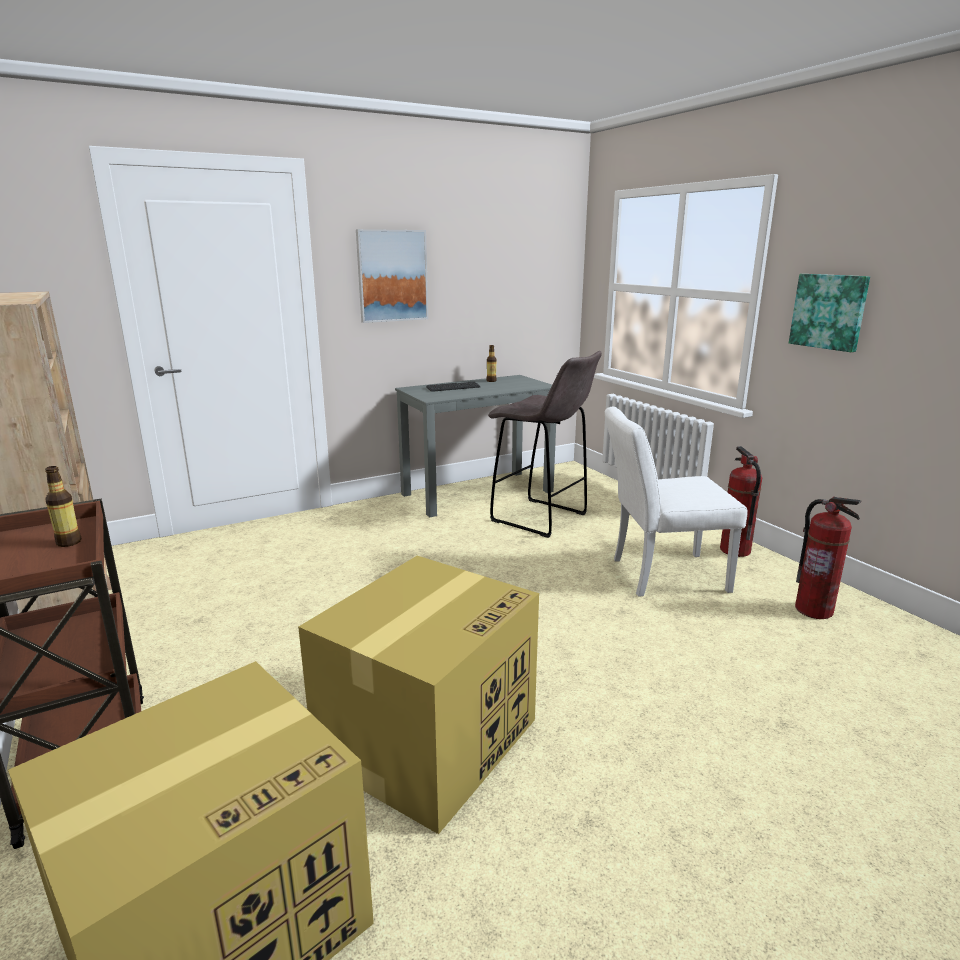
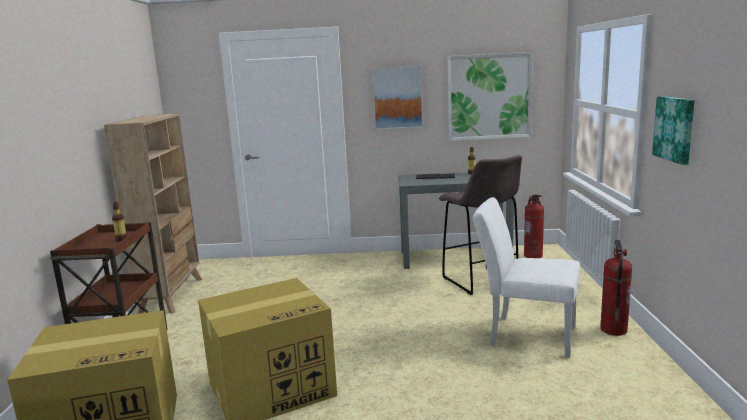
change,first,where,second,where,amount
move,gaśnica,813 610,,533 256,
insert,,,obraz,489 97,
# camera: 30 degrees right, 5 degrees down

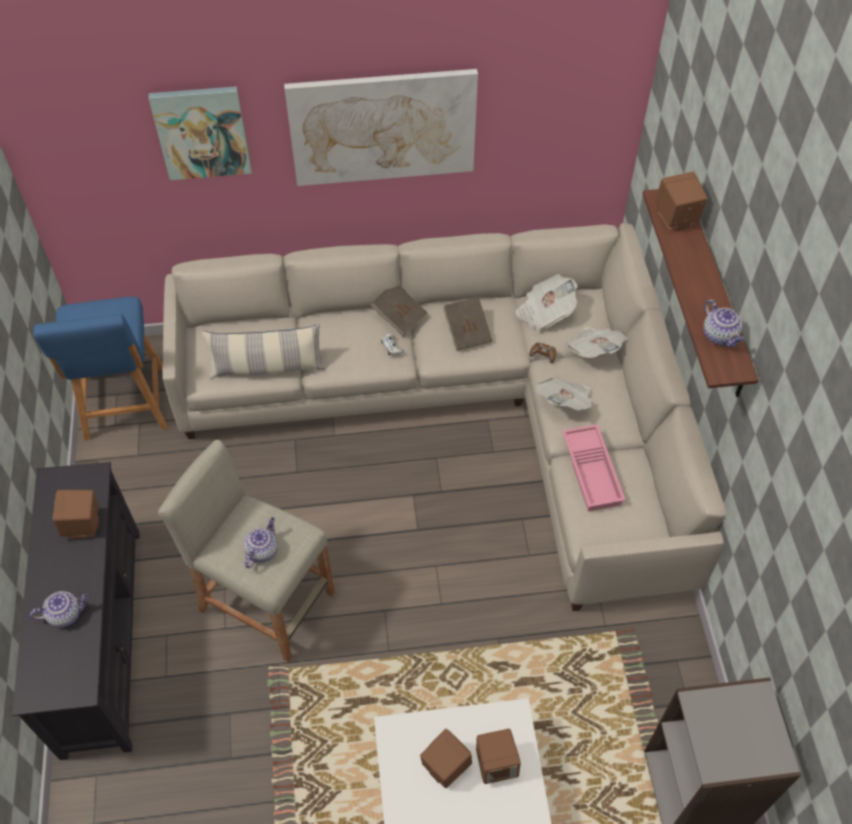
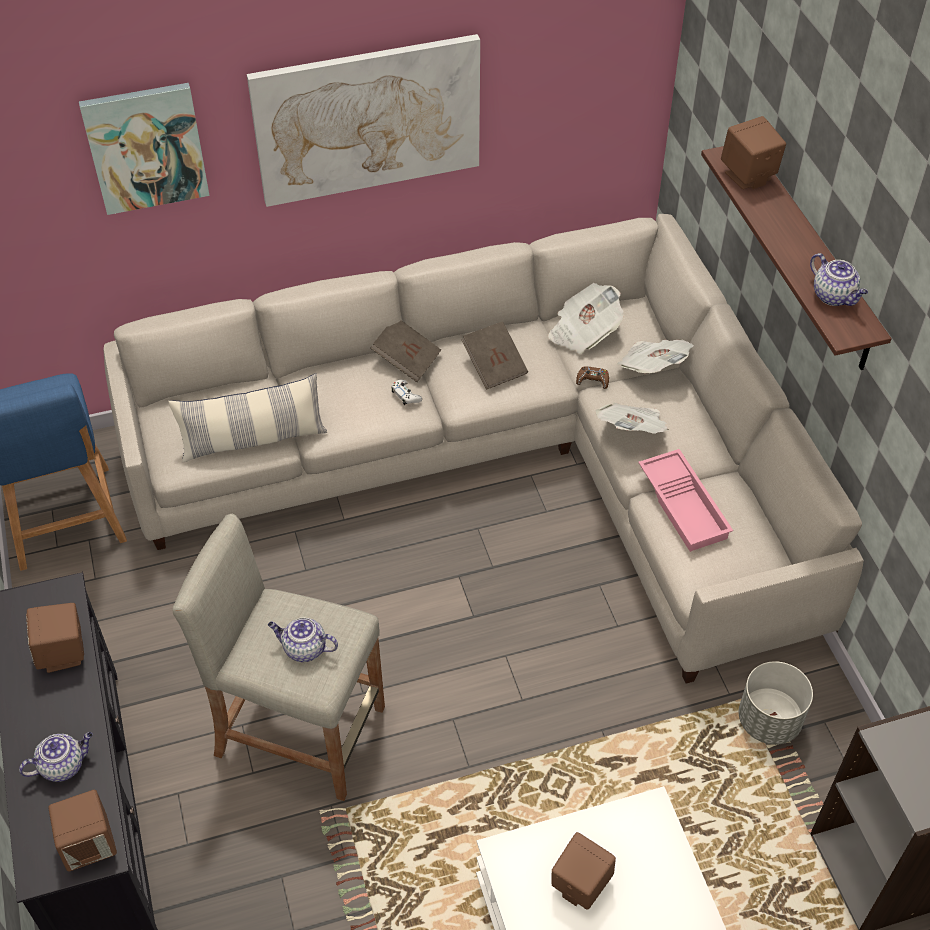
change,first,where,second,where,amount
rotate,imbryk,262 550,,304 649,90 degrees counterclockwise
move,głośnik [brązowy],496 764,,90 845,
insert,,,donica [szary],769 720,
# camera: 10 degrees left, 5 degrees down

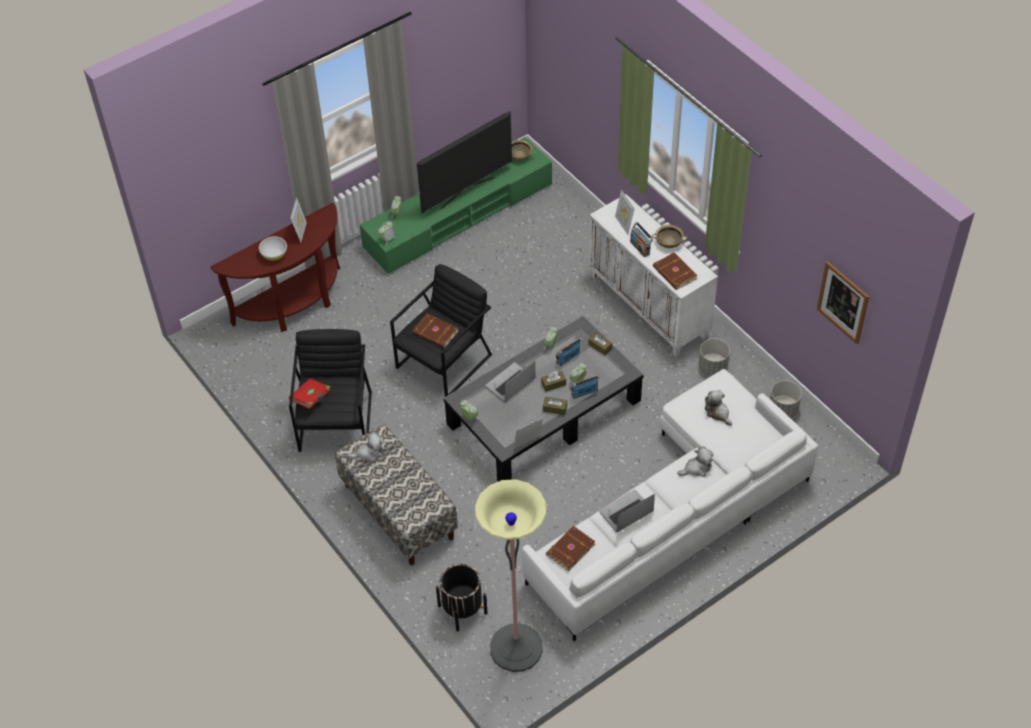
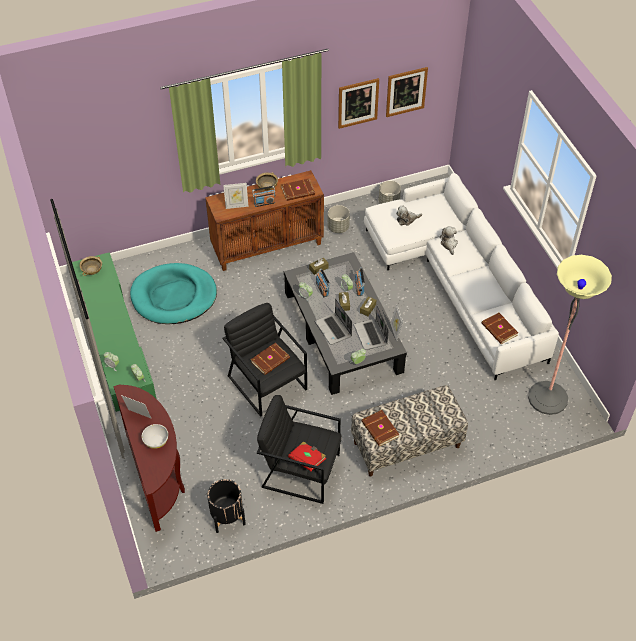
change,first,where,second,where,amount
delete,telewizor,467 192,,,
recolor,szafka [biały],649 307,szafka [brązowy],267 246,
replace,pluszak,369 453,książka [brązowy],379 429,
move,laptop,626 513,,371 335,
move,donica [czarny],462 609,,227 516,
insert,,,obraz,358 103,
insert,,,legowisko [turkusowy],174 296,
# camera: 75 degrees left, 0 degrees up

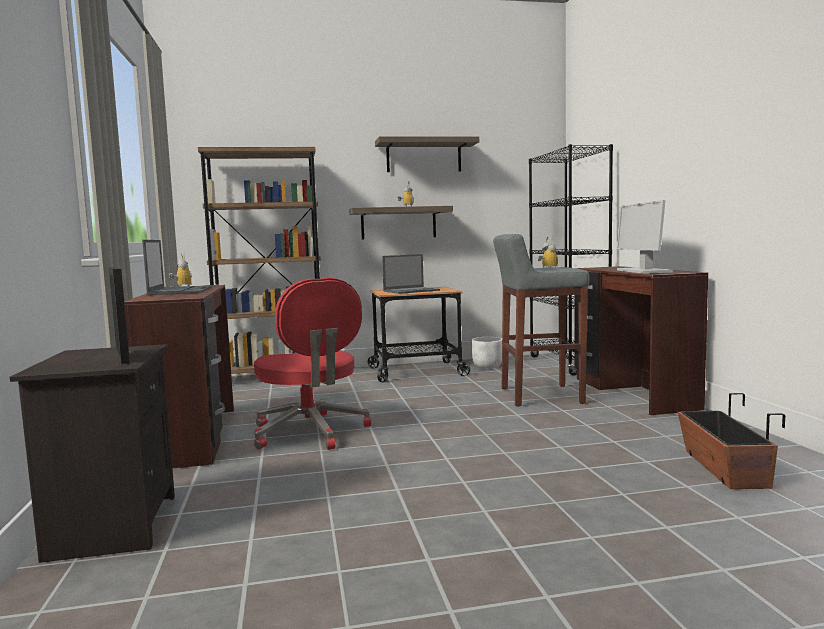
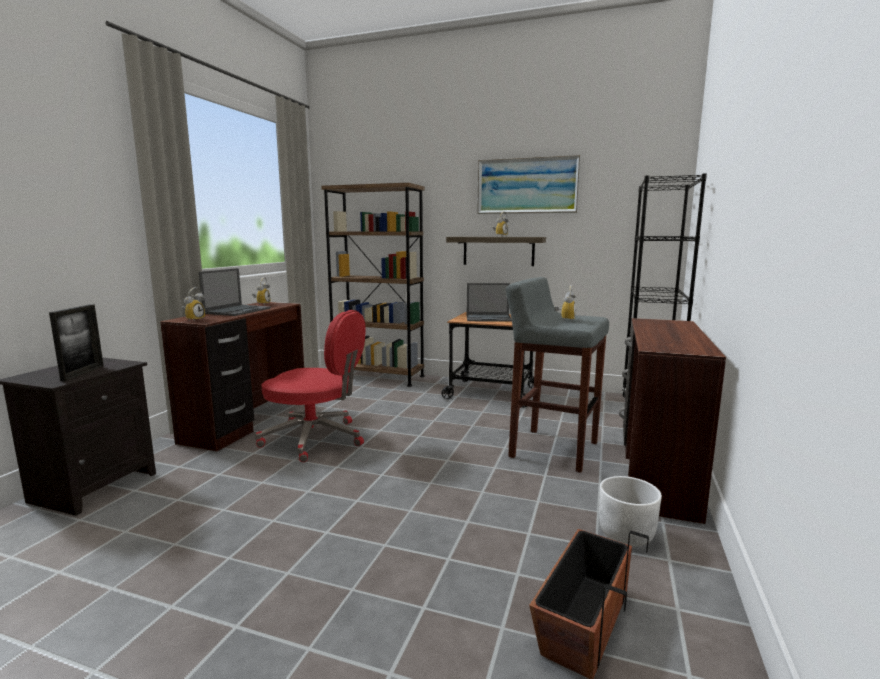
change,first,where,second,where,amount
replace,półka,424 156,obraz,527 186,
delete,monitor,642 271,,,
rotate,krzesło biurowe [czerwony],310 432,,316 439,75 degrees counterclockwise
move,donica [biały],487 366,,626 535,
insert,,,budzik,194 320,
# camera: 30 degrees right, 5 degrees up

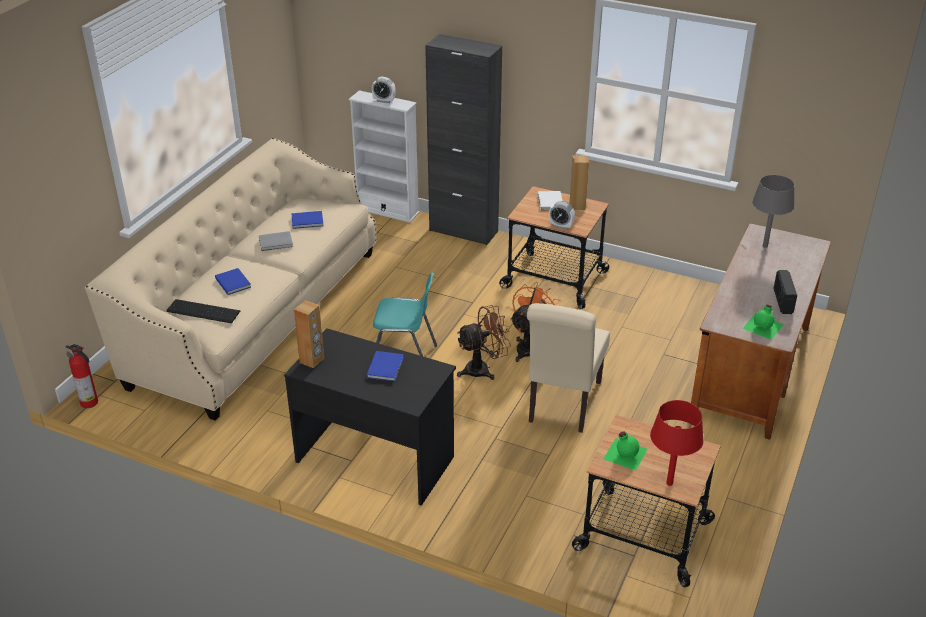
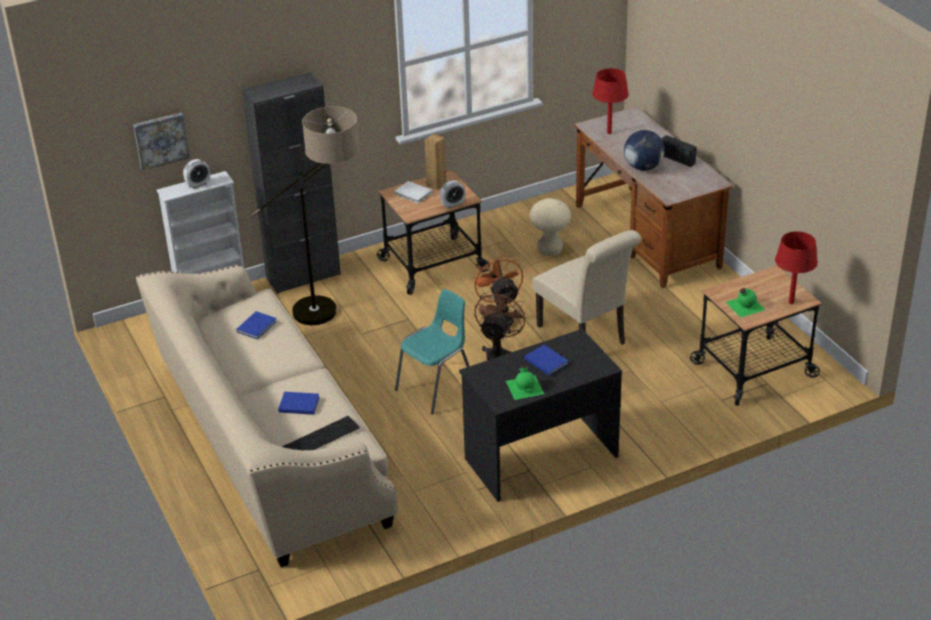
change,first,where,second,where,amount
recolor,lampa stołowa [szary],765 246,lampa stołowa [czerwony],609 133,
delete,książka [szary],277 242,,,
delete,głośnik [brązowy],312 360,,,
move,butelka [zielony],763 326,,525 387,
delete,gaśnica,90 403,,,
insert,,,lampa stojąca,332 312,
insert,,,obraz,160 140,
insert,,,globus,643 167,
insert,,,stołek [beżowy],550 250,
# camera: 50 degrees left, 0 degrees up

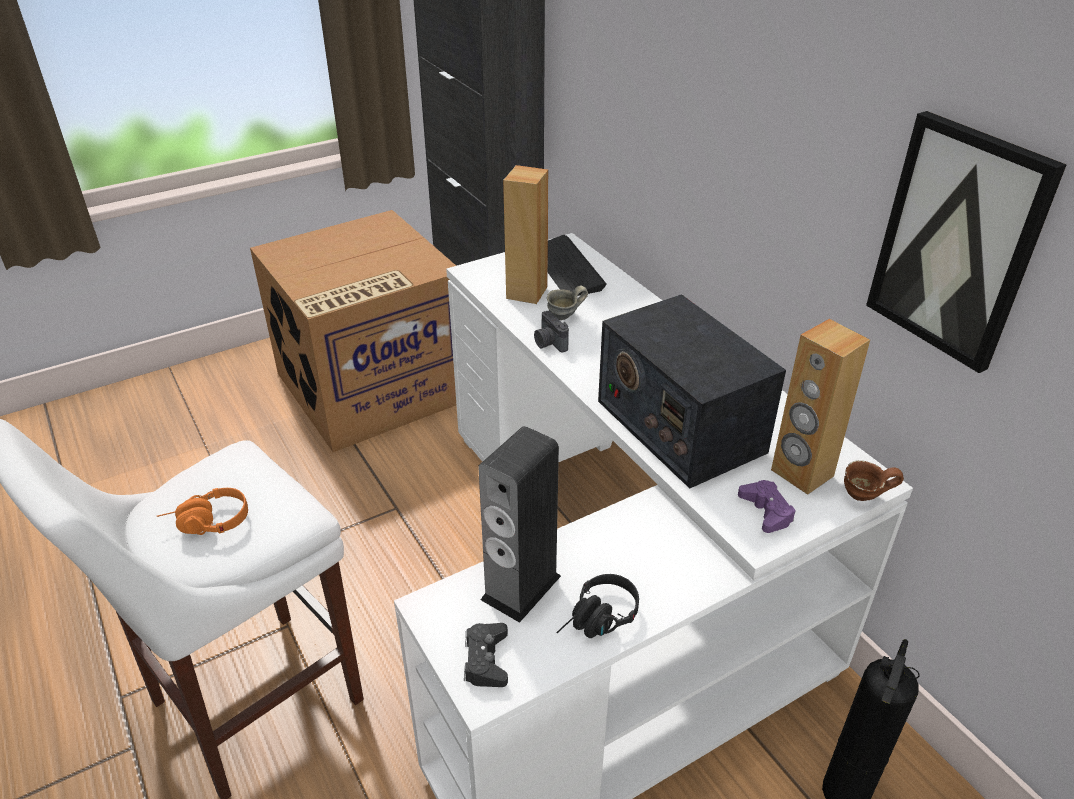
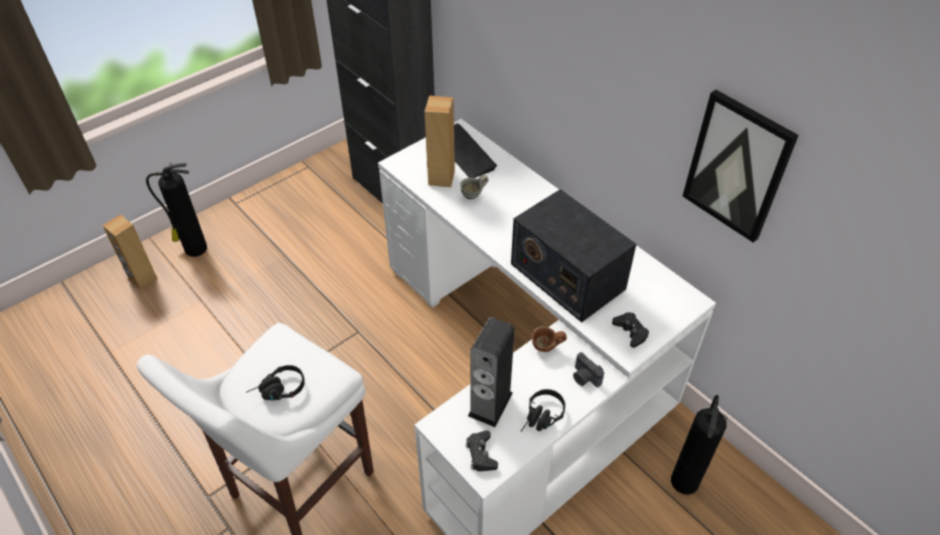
change,first,where,second,where,amount
delete,karton,371 388,,,
move,aparat fotograficzny,549 343,,584 378,
move,głośnik [brązowy],801 473,,142 279,
move,kubek [brązowy],864 498,,546 349,
recolor,pad do gier [fioletowy],766 511,pad do gier [czarny],630 332,
recolor,słuchawki [pomarańczowy],206 524,słuchawki [czarny],278 391,
insert,,,gaśnica,194 249,
# camera: 10 degrees left, 10 degrees up

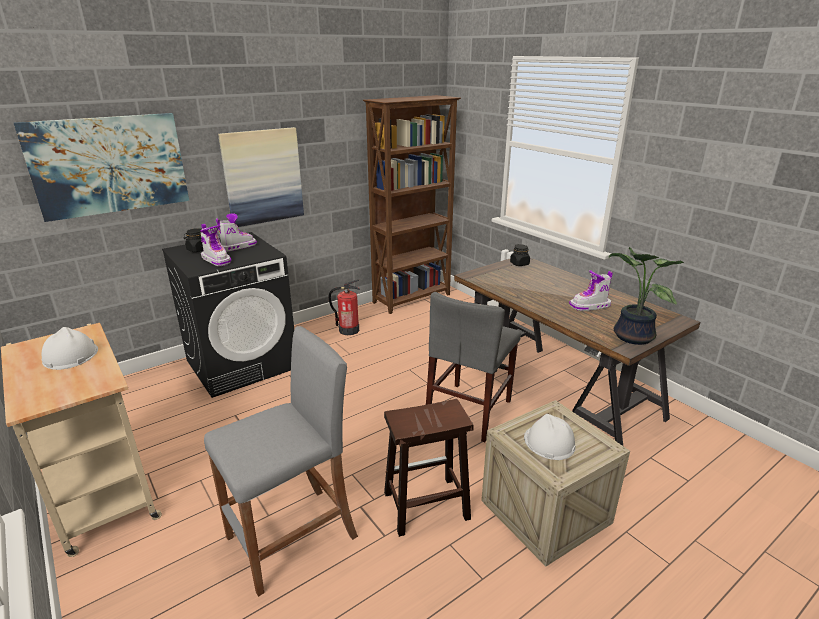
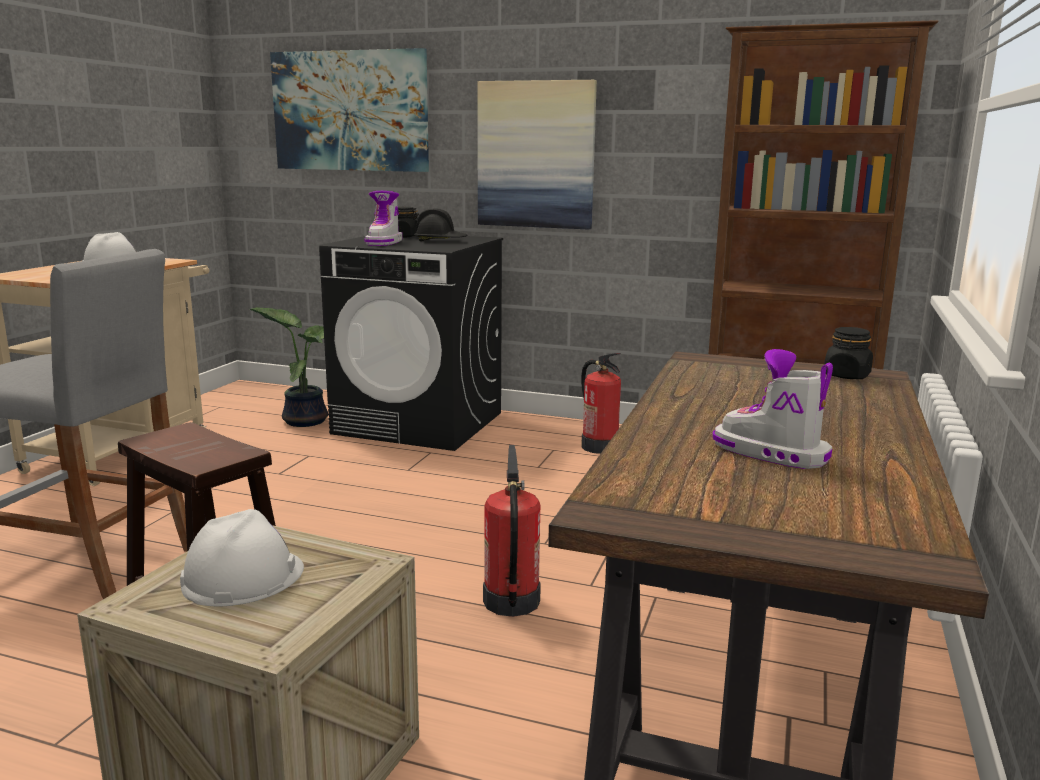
change,first,where,second,where,amount
replace,but z cholewką,237 247,kask [czarny],440 241,
move,roślina doniczkowa,630 336,,304 420,
replace,krzesło [szary],469 411,gaśnica,511 602,
# camera: 55 degrees right, 10 degrees down

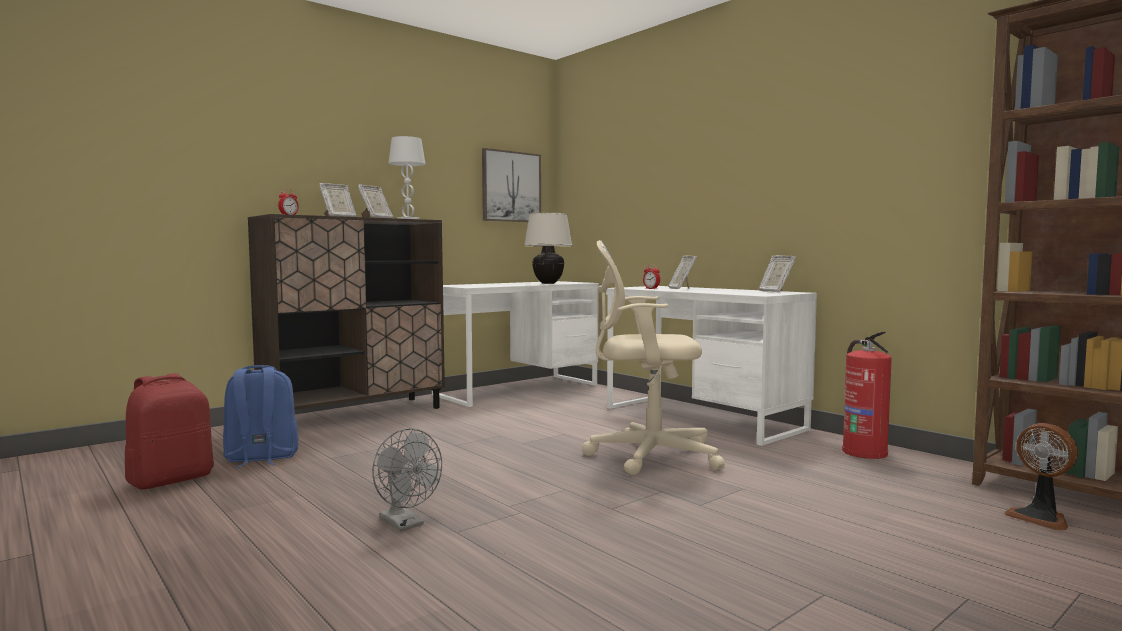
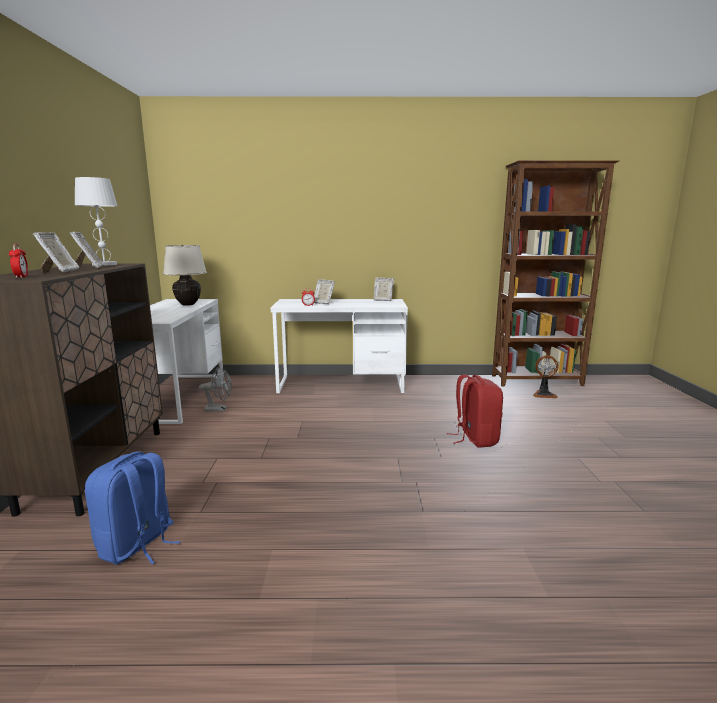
change,first,where,second,where,amount
delete,obraz,511 186,,,
delete,krzesło biurowe [beżowy],646 456,,,
delete,gaśnica,863 452,,,
move,plecak [czerwony],171 479,,475 438,
move,wentylator [szary],405 524,,219 409,
# camera: 50 degrees left, 10 degrees up

